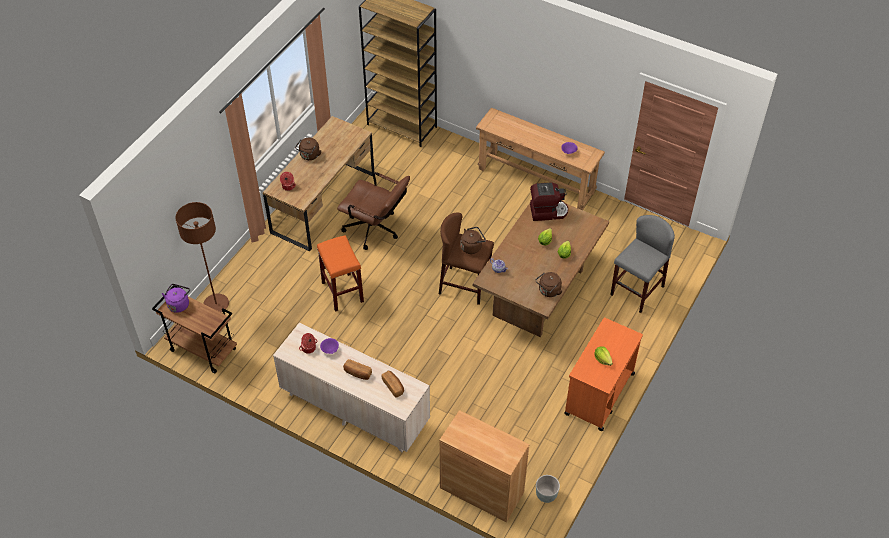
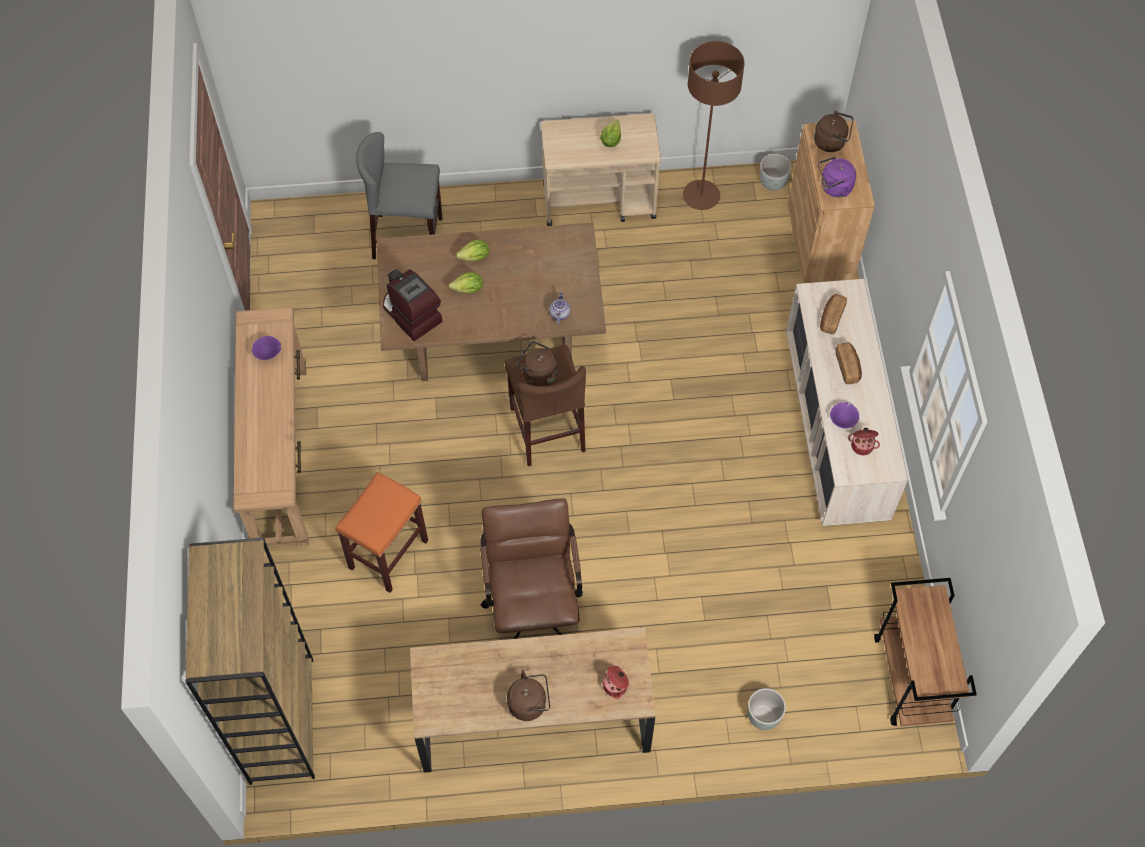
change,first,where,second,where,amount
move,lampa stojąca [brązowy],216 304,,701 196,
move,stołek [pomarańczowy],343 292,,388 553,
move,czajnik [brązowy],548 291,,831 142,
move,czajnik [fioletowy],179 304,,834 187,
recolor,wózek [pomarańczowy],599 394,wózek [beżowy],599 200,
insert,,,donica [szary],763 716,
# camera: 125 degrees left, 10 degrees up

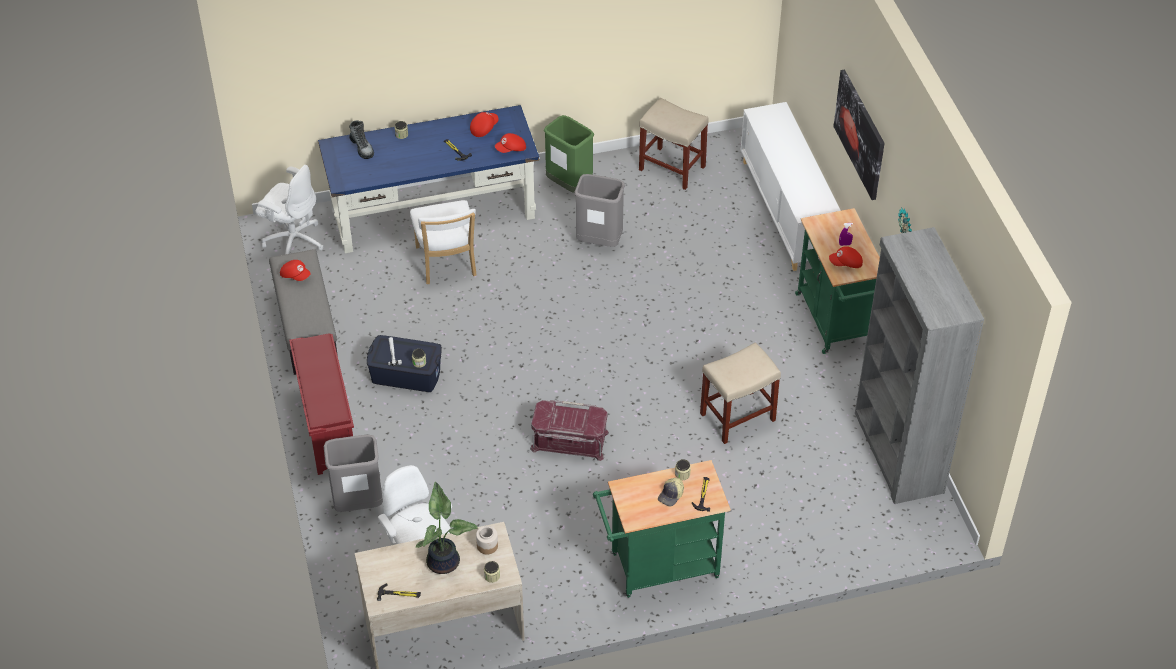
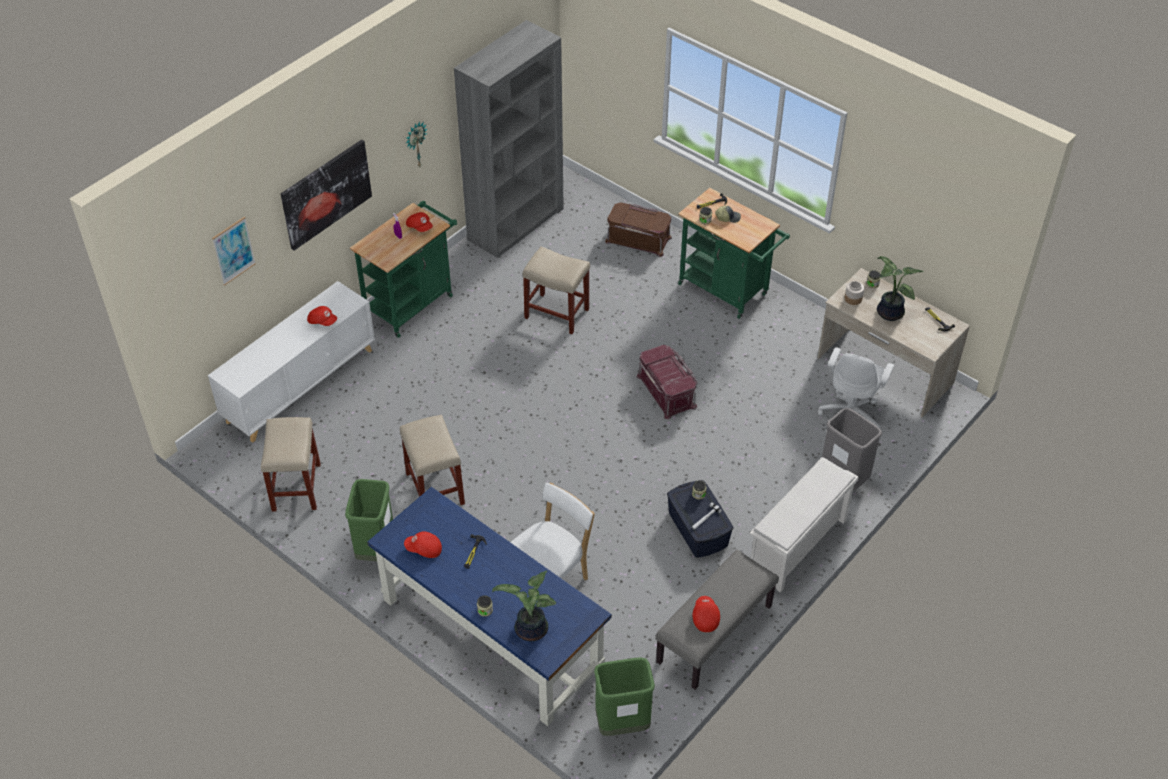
change,first,where,second,where,amount
replace,but z cholewką,362 148,roślina doniczkowa,529 630,
move,czapka z daszkiem [czerwony],511 149,,322 321,
replace,krzesło biurowe [biały],293 241,kosz na śmieci [zielony],622 724,
replace,kosz na śmieci [szary],599 241,stołek [beżowy],434 487,
recolor,regał na buty [czerwony],327 426,regał na buty [biały],797 547,
insert,,,pojemnik do przechowywania [brązowy],638 239,
insert,,,obraz,233 250,
# camera: 125 degrees left, 0 degrees up

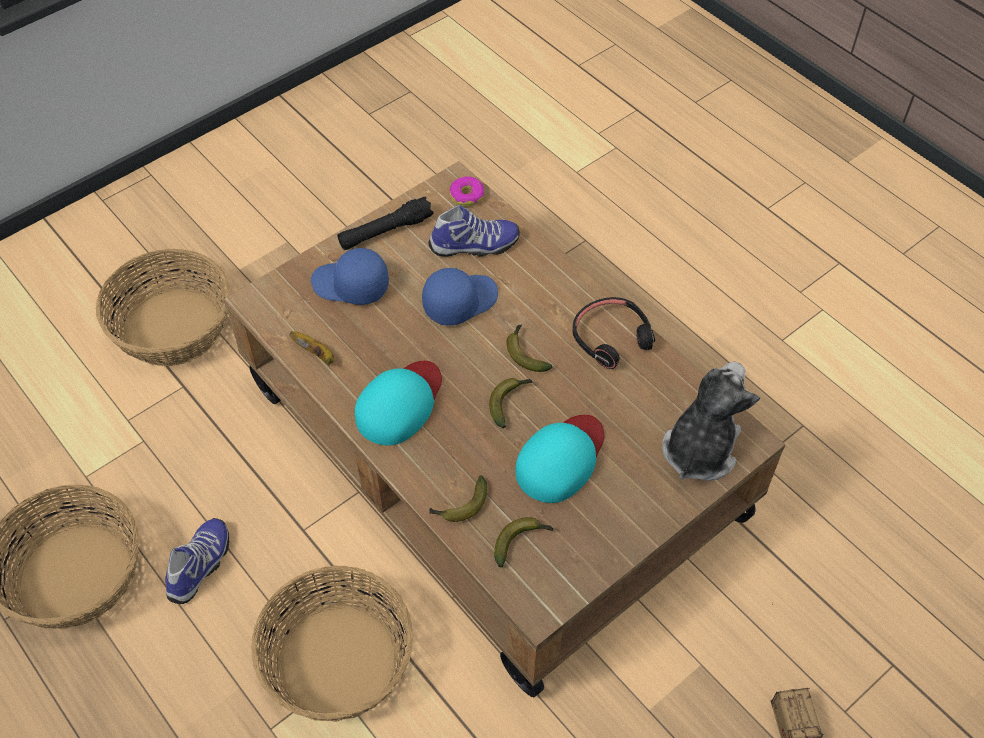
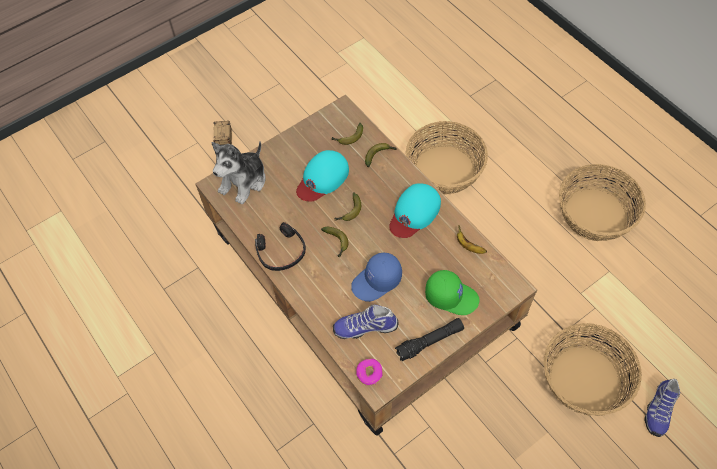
change,first,where,second,where,amount
recolor,czapka z daszkiem [niebieski],350 286,czapka z daszkiem [zielony],451 296,
move,but,201 566,,658 409,
# camera: 175 degrees left, 5 degrees up

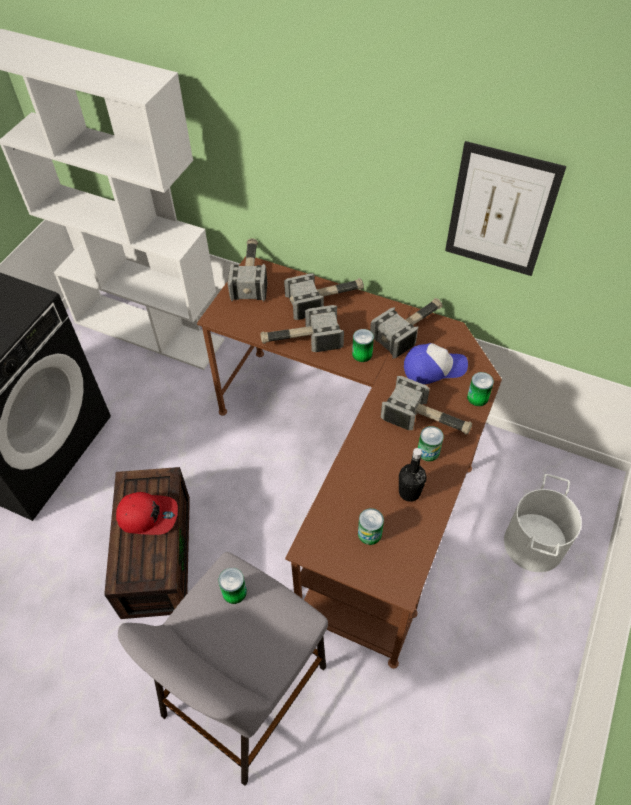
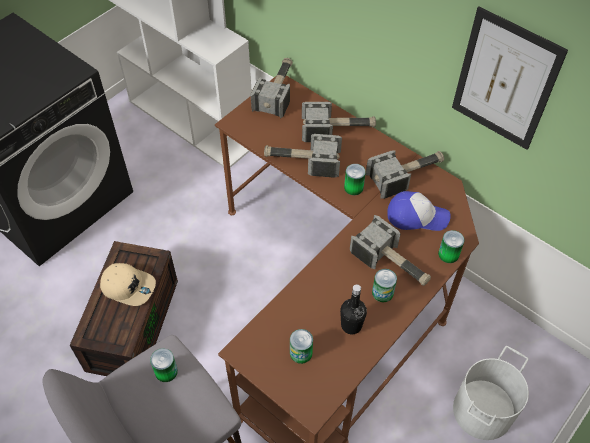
change,first,where,second,where,amount
recolor,czapka z daszkiem [czerwony],148 515,czapka z daszkiem [beżowy],128 286,
# camera: 15 degrees right, 0 degrees up

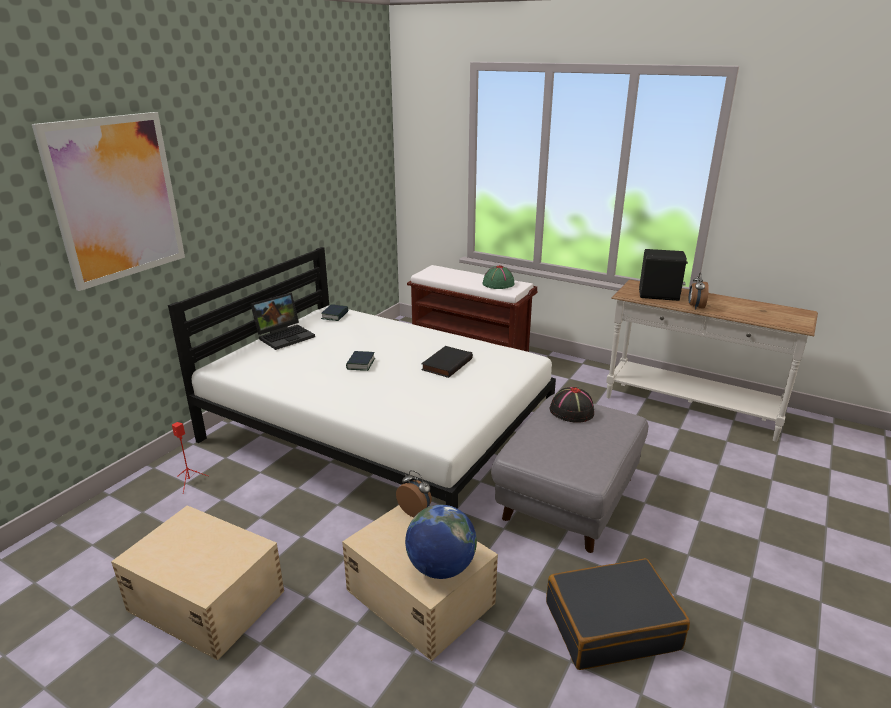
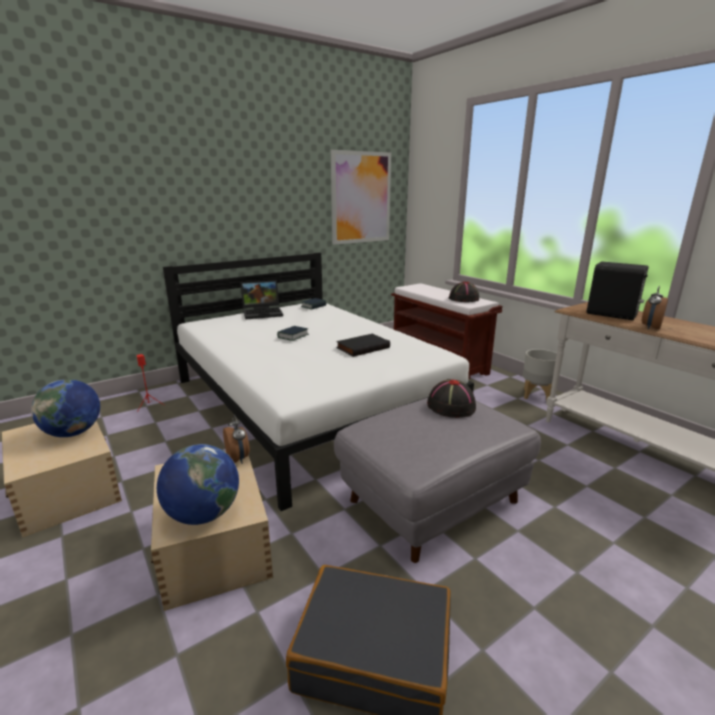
change,first,where,second,where,amount
move,obraz,116 199,,361 198,
recolor,kapelusz [zielony],498 284,kapelusz [czarny],463 299,
insert,,,donica [szary],537 395,
insert,,,globus,73 433,
# camera: 25 degrees right, 5 degrees down

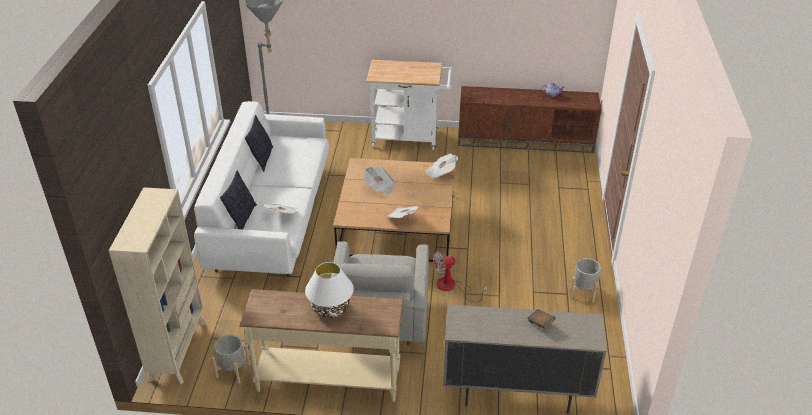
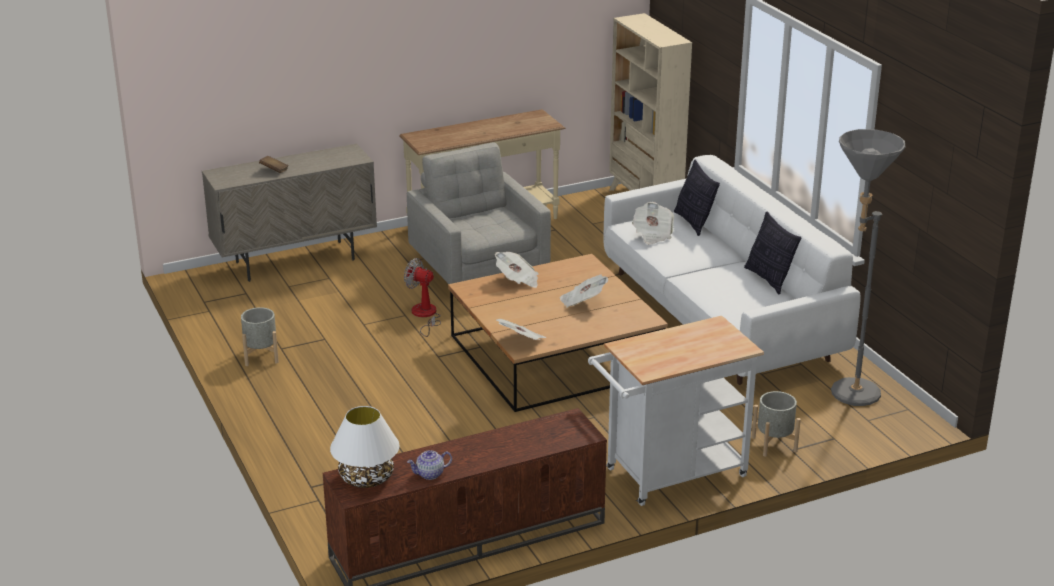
change,first,where,second,where,amount
rotate,wentylator,452 287,,425 316,105 degrees counterclockwise
move,lampa stołowa [biały],330 308,,366 477,
move,donica [szary],233 370,,774 444,
# camera: 150 degrees right, 10 degrees down

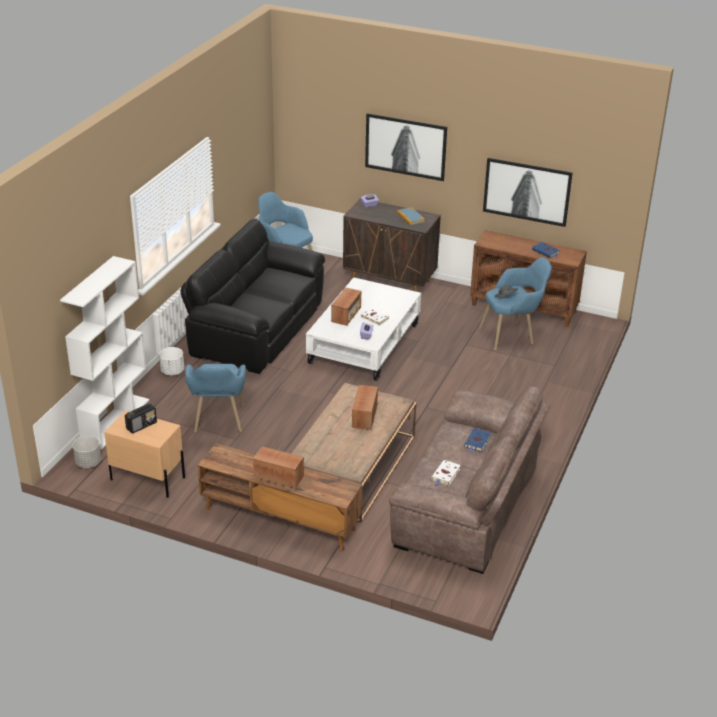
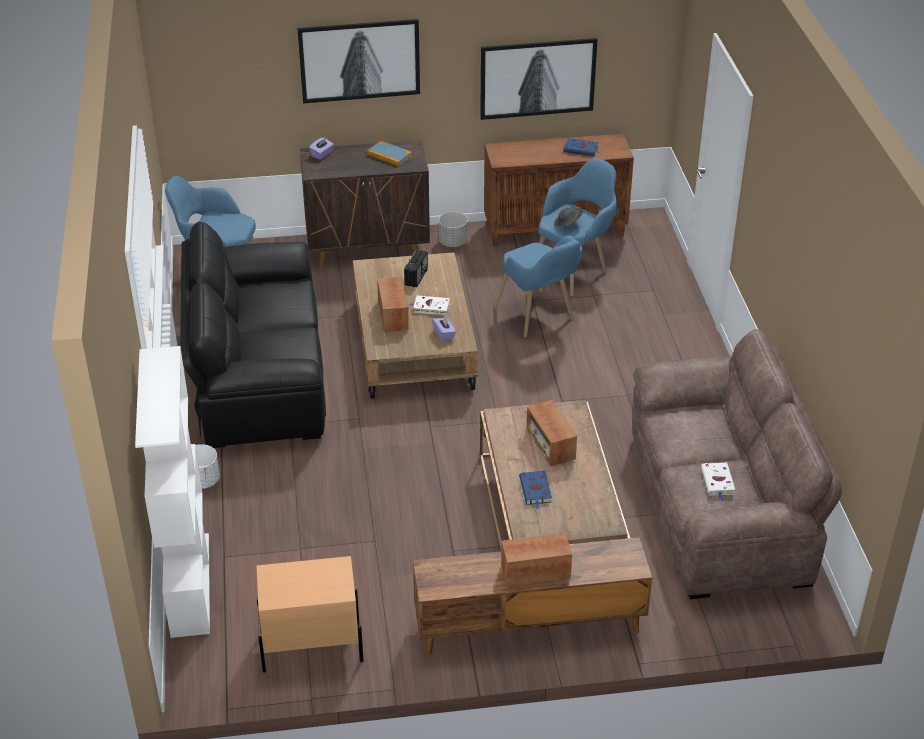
change,first,where,second,where,amount
recolor,ława [biały],363 343,ława [brązowy],413 345,
move,fotel [niebieski],219 423,,539 319,
move,radio,142 425,,416 277,
move,książka [niebieski],477 442,,536 491,
move,donica [szary],88 463,,453 242,
# camera: 30 degrees left, 5 degrees up

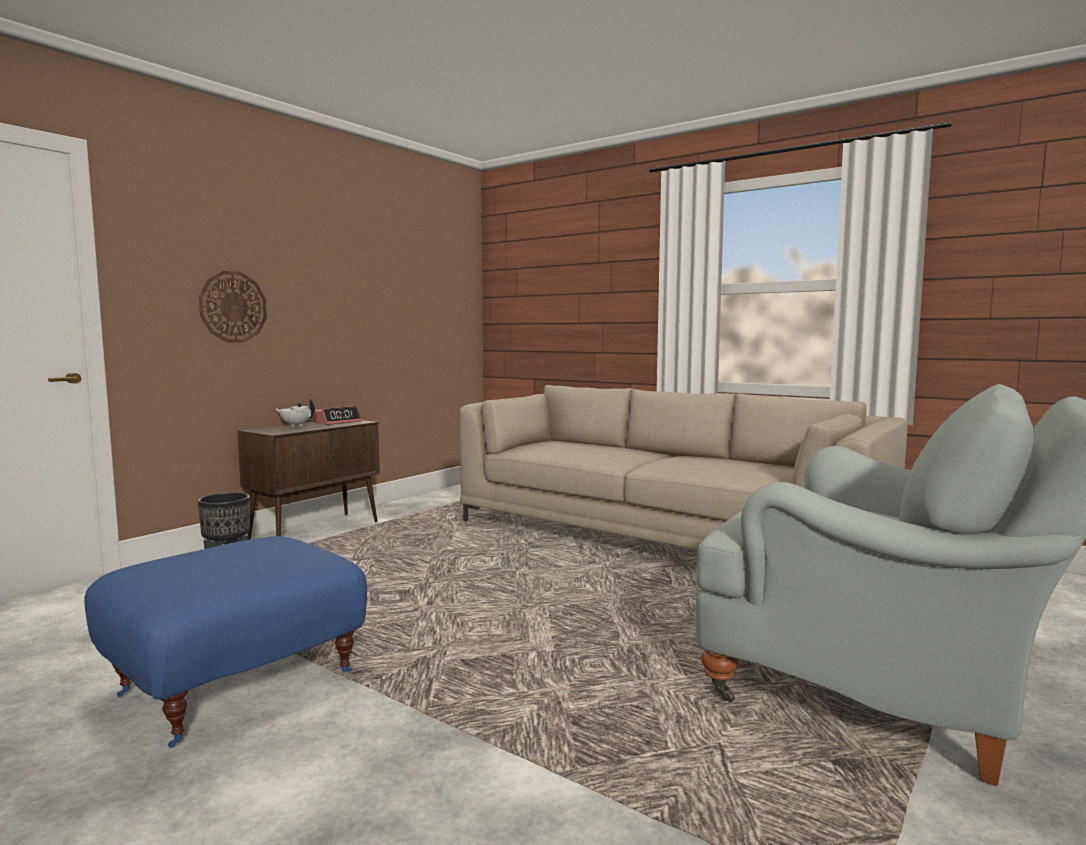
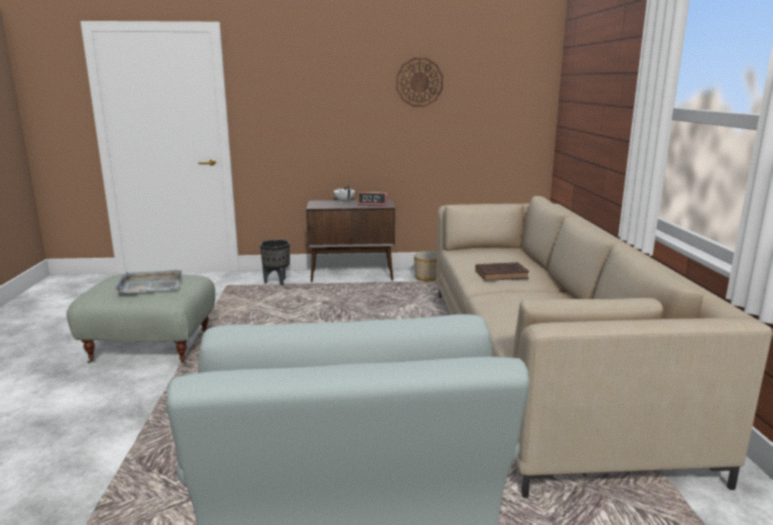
change,first,where,second,where,amount
move,zegar ścienny,233 307,,419 82,
recolor,pufa [niebieski],236 682,pufa [szary],152 347,
insert,,,donica,427 278,
insert,,,książka [brązowy],503 274,
insert,,,taca [szary],149 285,
# camera: 50 degrees right, 10 degrees up

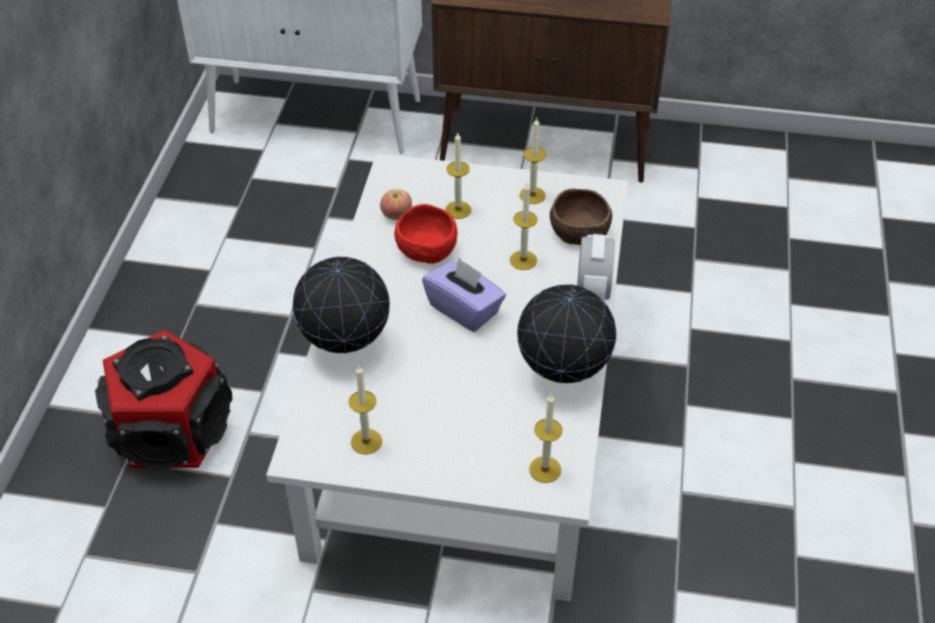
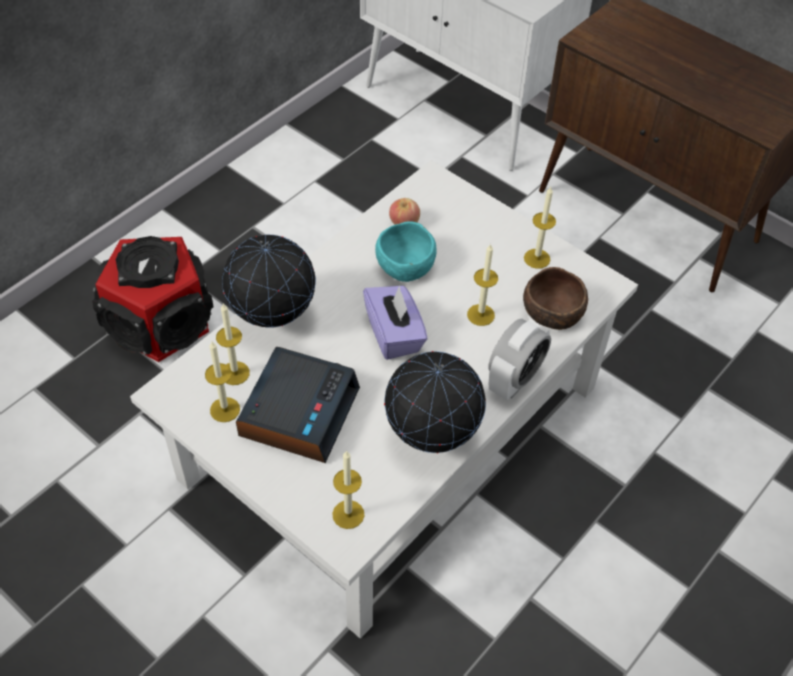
change,first,where,second,where,amount
move,świeca,458 210,,235 373,
recolor,miska [czerwony],427 250,miska [turkusowy],405 266,
insert,,,budzik,299 411,
# camera: 30 degrees right, 5 degrees up

